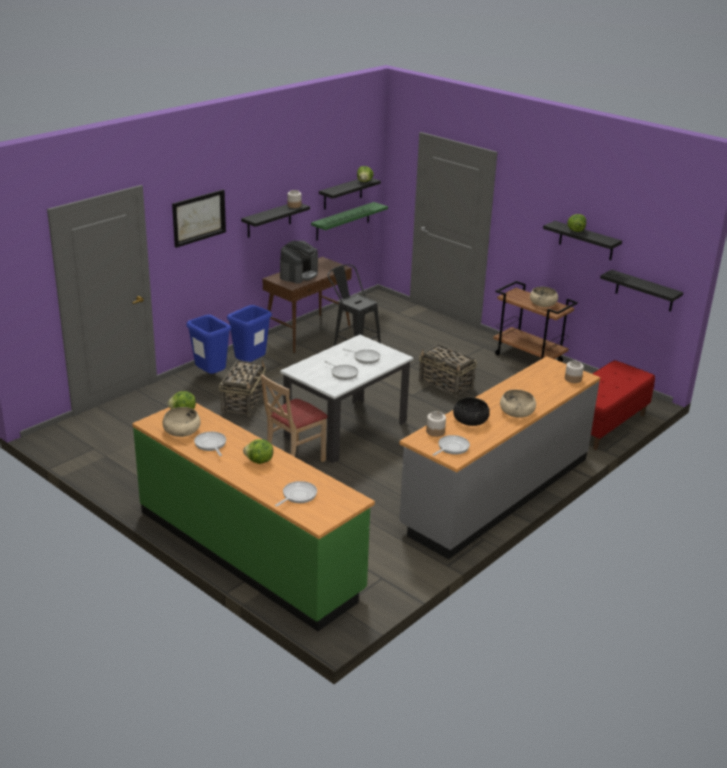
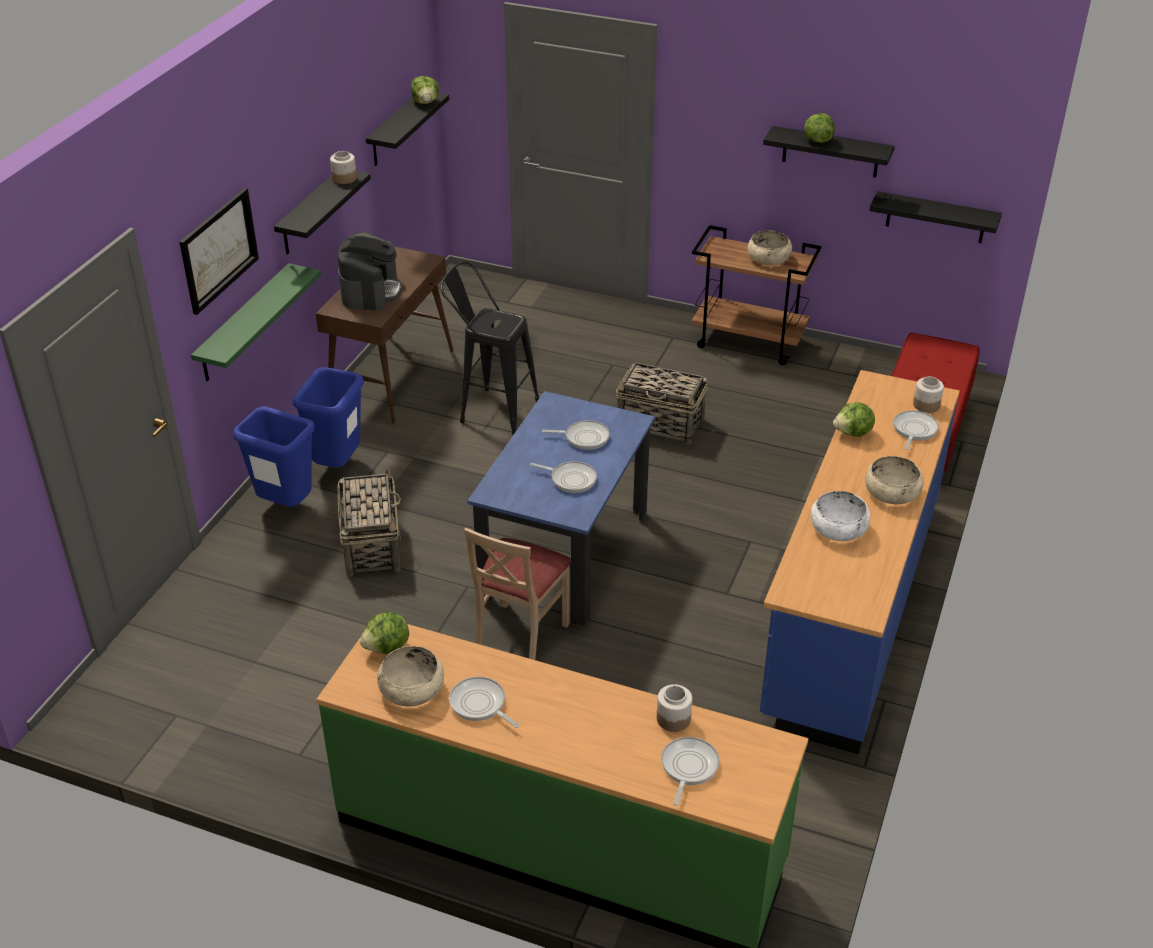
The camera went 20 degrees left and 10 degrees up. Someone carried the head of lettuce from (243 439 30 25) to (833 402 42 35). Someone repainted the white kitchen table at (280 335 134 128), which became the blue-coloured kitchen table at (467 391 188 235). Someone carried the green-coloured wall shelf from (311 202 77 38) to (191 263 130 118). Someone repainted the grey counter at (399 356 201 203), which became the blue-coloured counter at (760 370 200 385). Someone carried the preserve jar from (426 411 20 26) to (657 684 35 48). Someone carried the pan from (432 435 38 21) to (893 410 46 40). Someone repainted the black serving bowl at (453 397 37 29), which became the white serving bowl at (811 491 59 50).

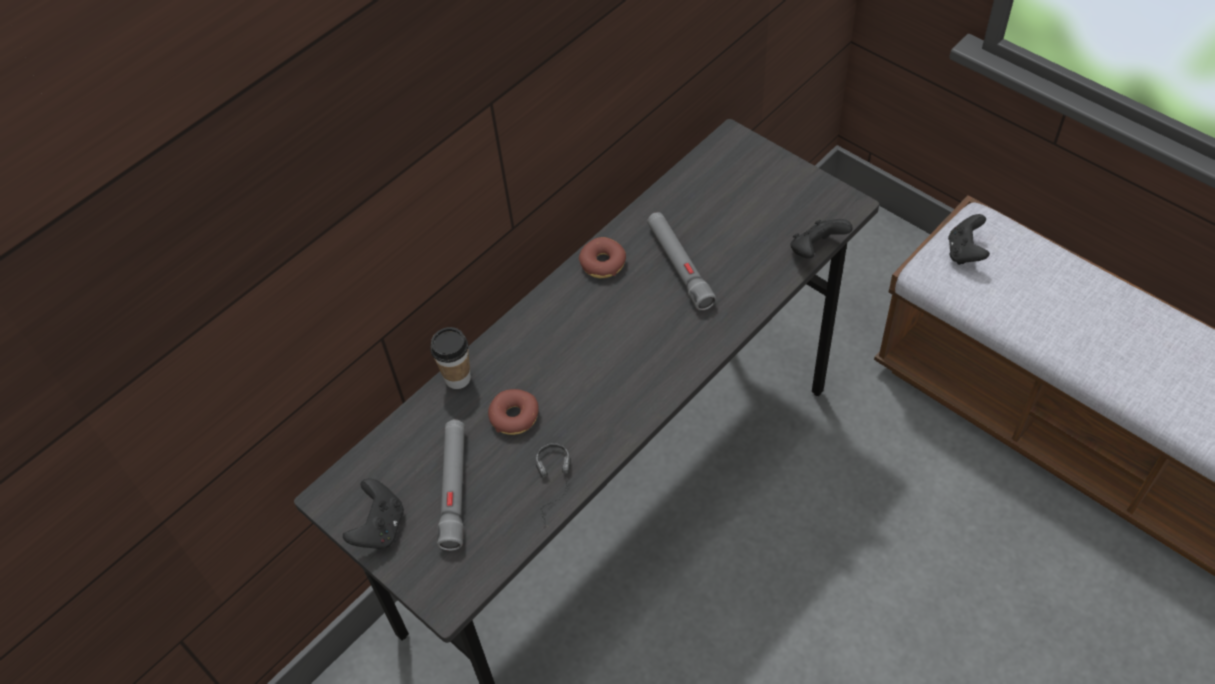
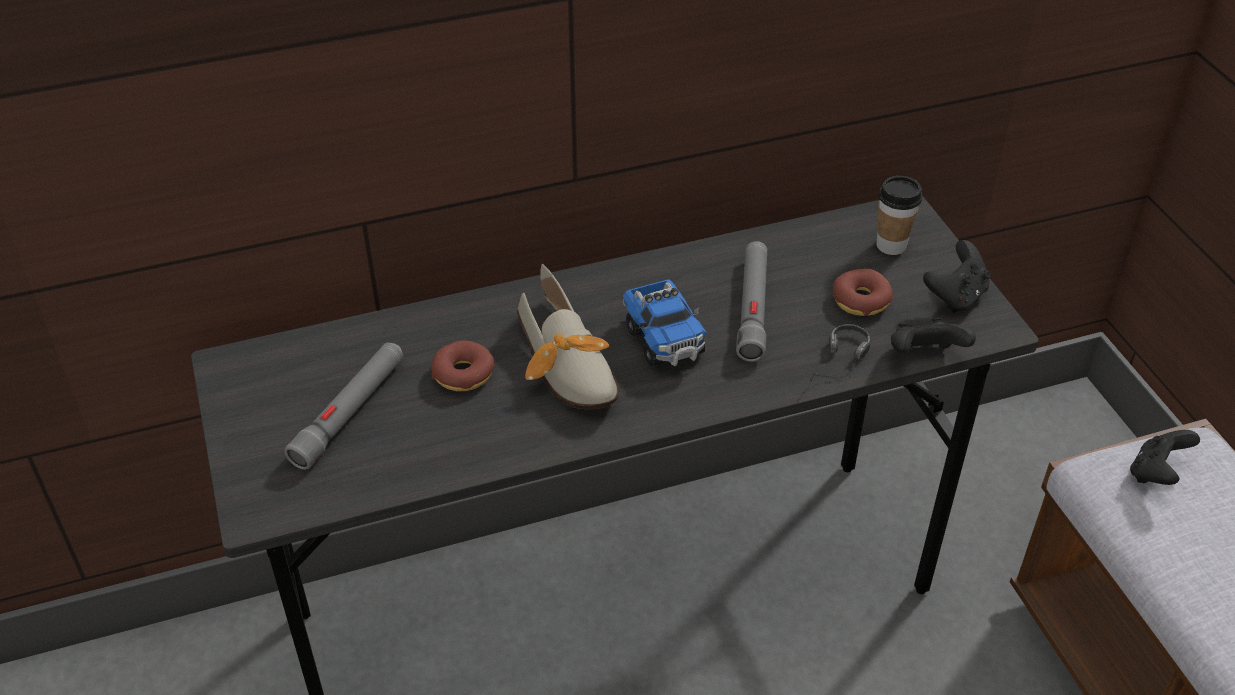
The camera went 25 degrees right and 10 degrees down. Someone carried the black game controller from (343 478 61 71) to (923 240 68 73). Someone carried the small cup from (430 327 41 62) to (877 176 45 79). Someone carried the headphones from (536 443 35 84) to (809 324 61 64). Someone carried the doughnut from (579 237 47 41) to (833 269 60 47). Someone put down the low shoe at (517 263 103 146). Someone put down the model truck at (623 279 83 89).

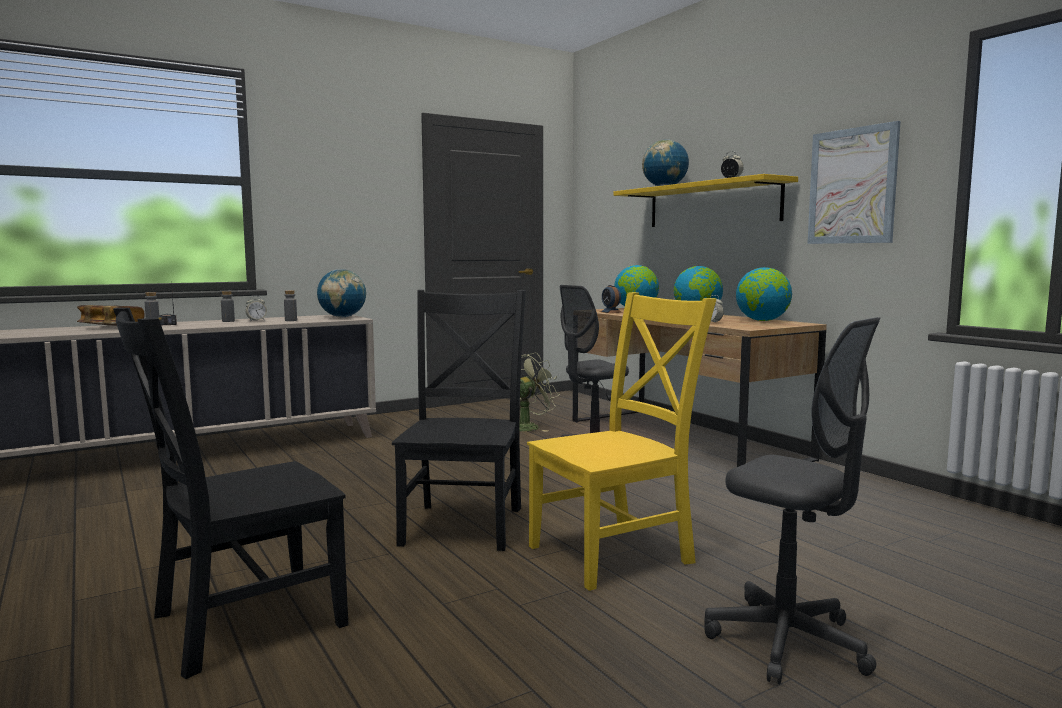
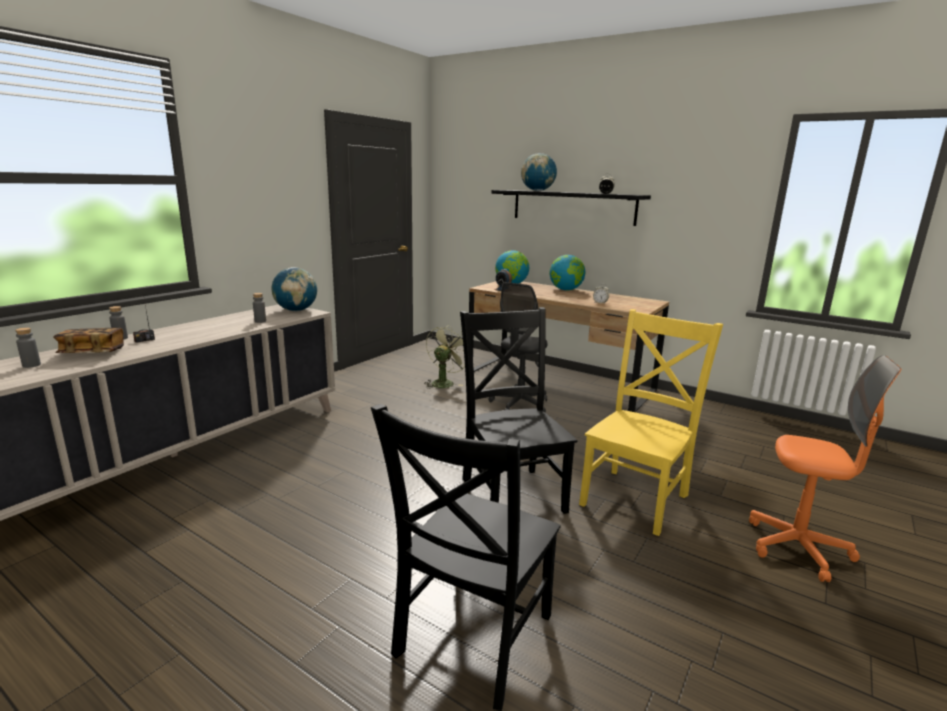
The camera went 25 degrees left and 10 degrees up. Someone carried the grey beverage bottle from (221 291 14 31) to (15 328 26 40). Someone took away the alarm clock at (245 295 22 26). Someone repainted the yellowish wall shelf at (613 174 185 53), which became the black wall shelf at (491 190 160 36). Someone repainted the grey computer chair at (704 317 177 367), which became the orangey computer chair at (749 355 152 227). Someone took away the globe at (736 267 56 54). Someone took away the picture at (807 121 94 123).

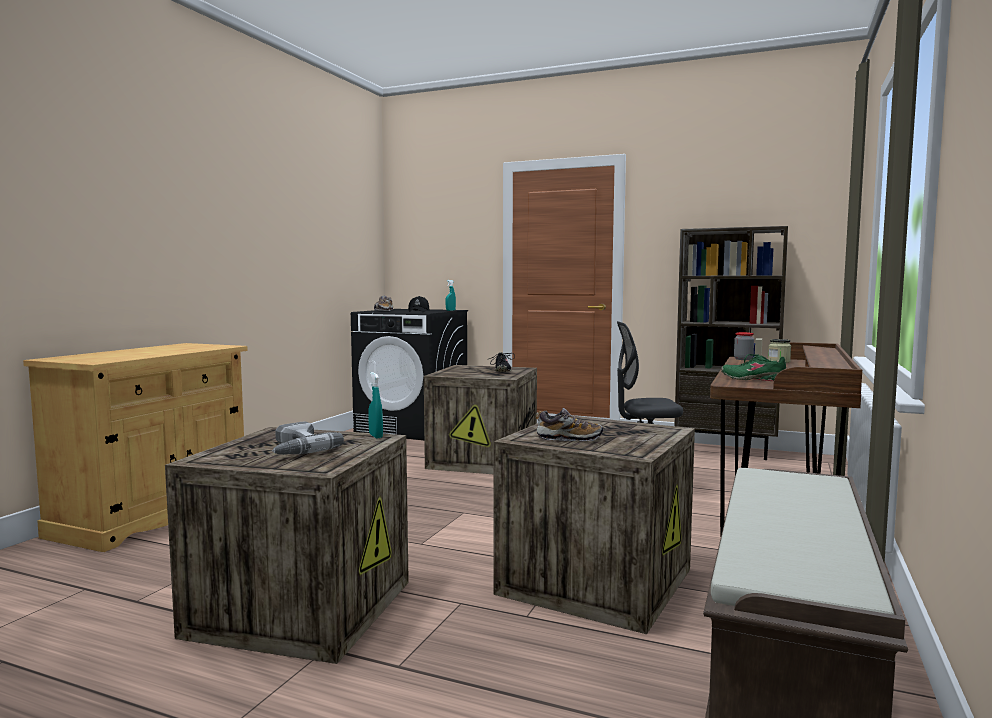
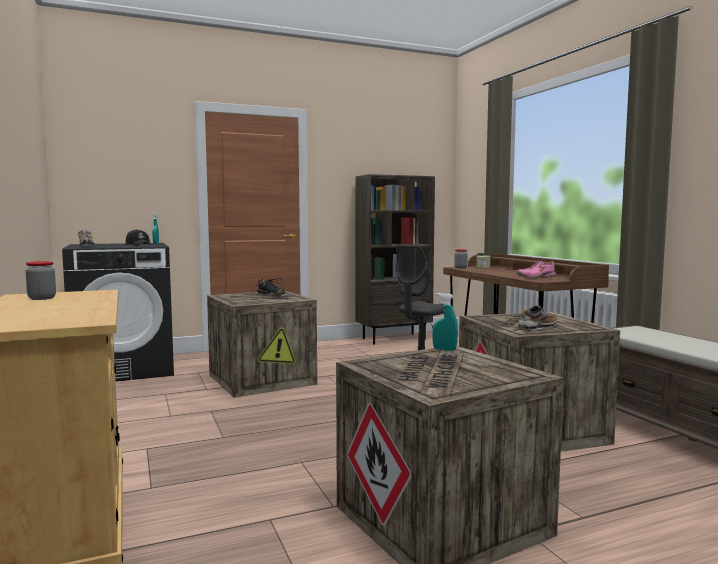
The camera went 45 degrees left and 0 degrees up. Someone took away the electric drill at (272 422 72 33). Someone repainted the green-coloured low shoe at (721 354 65 27), which became the pink low shoe at (517 261 39 17). Someone put down the preserve jar at (26 261 30 39).

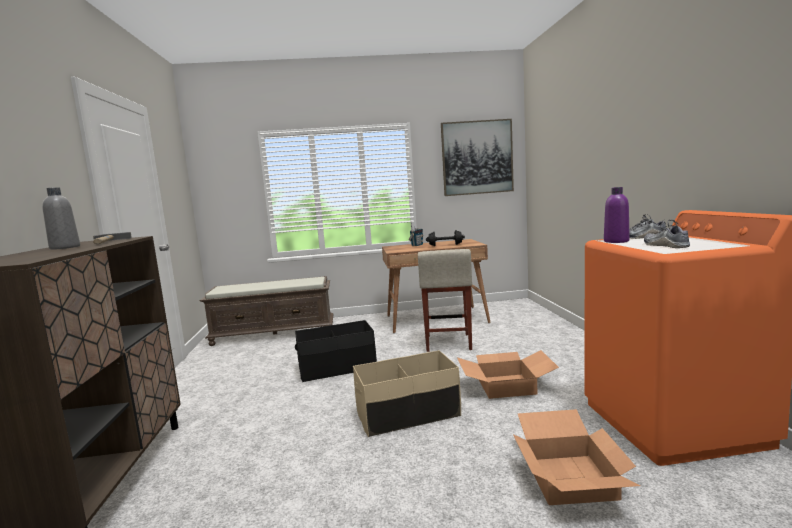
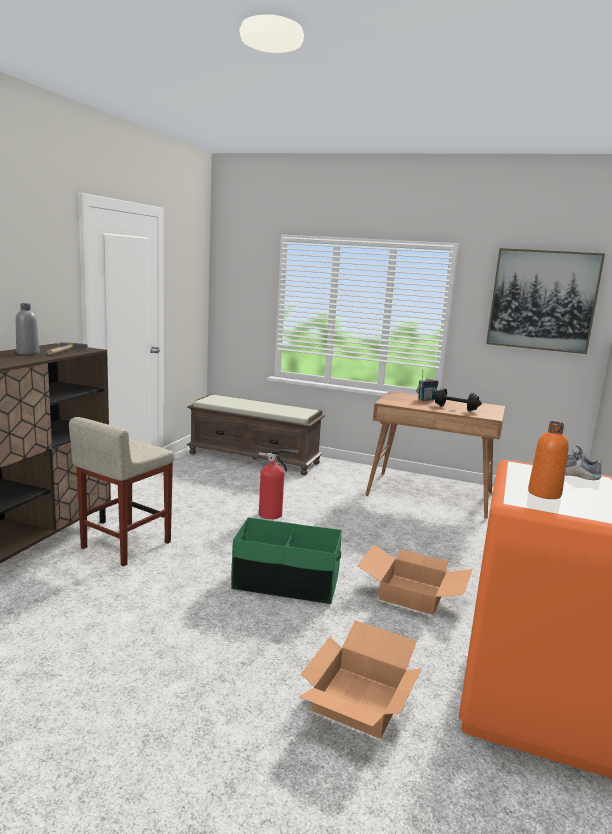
The camera went 25 degrees right and 5 degrees up. Someone swapped the black storage bin at (295 320 82 62) for the extinguisher at (259 449 39 70). Someone repainted the sand-coloured storage bin at (353 350 108 87), which became the green-coloured storage bin at (231 517 111 87). Someone carried the sand-coloured sitting stool from (418 249 54 103) to (69 417 106 149). Someone took away the purple-coloured beverage bottle at (604 187 26 56). Someone swapped the low shoe at (644 220 46 28) for the orangey beverage bottle at (528 421 41 78).

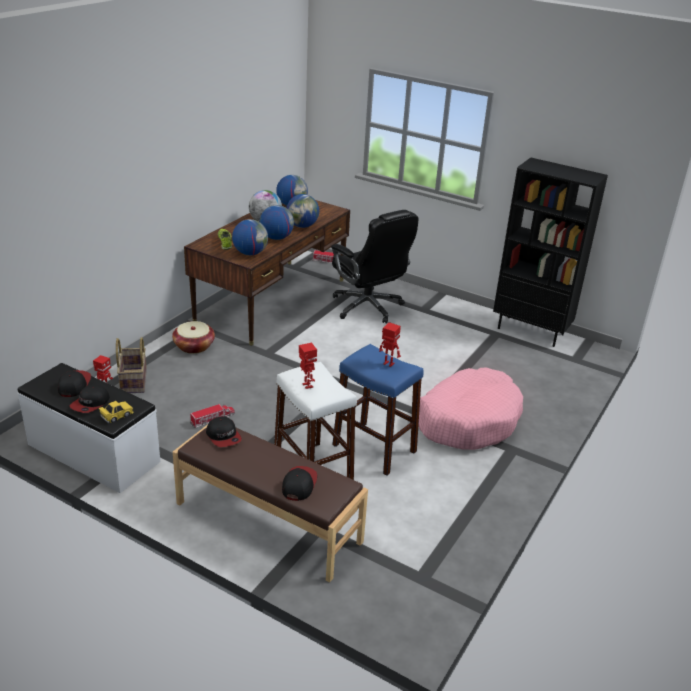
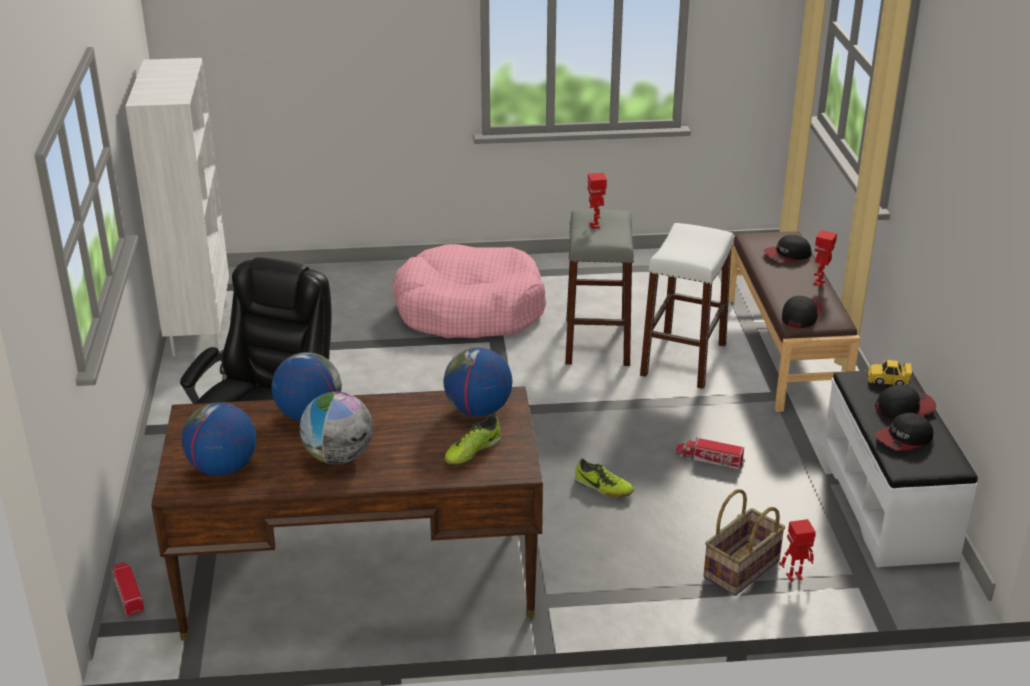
The camera went 125 degrees left and 0 degrees up. Someone took away the household basket at (172 321 43 33). Someone took away the globe at (260 205 34 35). Someone carried the toy robot from (299 343 18 46) to (813 230 24 56). Someone repainted the blue-coloured sitting stool at (332 344 92 132), which became the grey sitting stool at (565 210 69 156). Someone repainted the black shelving unit at (493 158 115 189), which became the white shelving unit at (125 58 104 298). Someone put down the low shoe at (575 458 59 39).

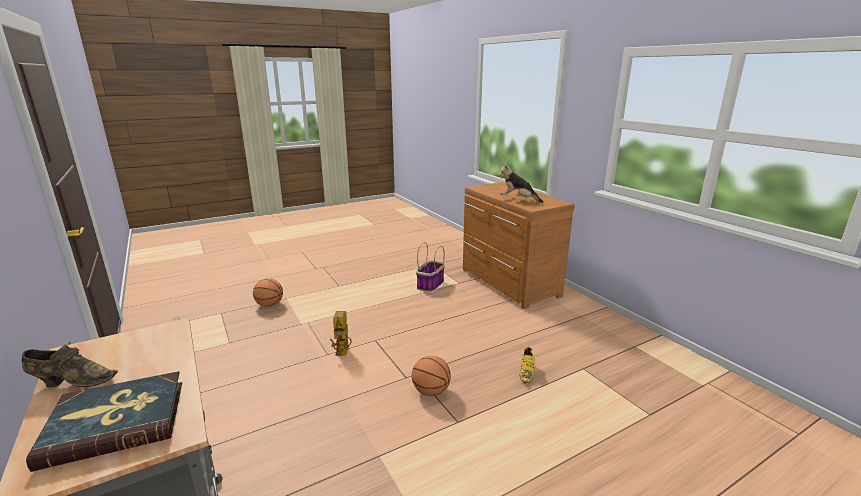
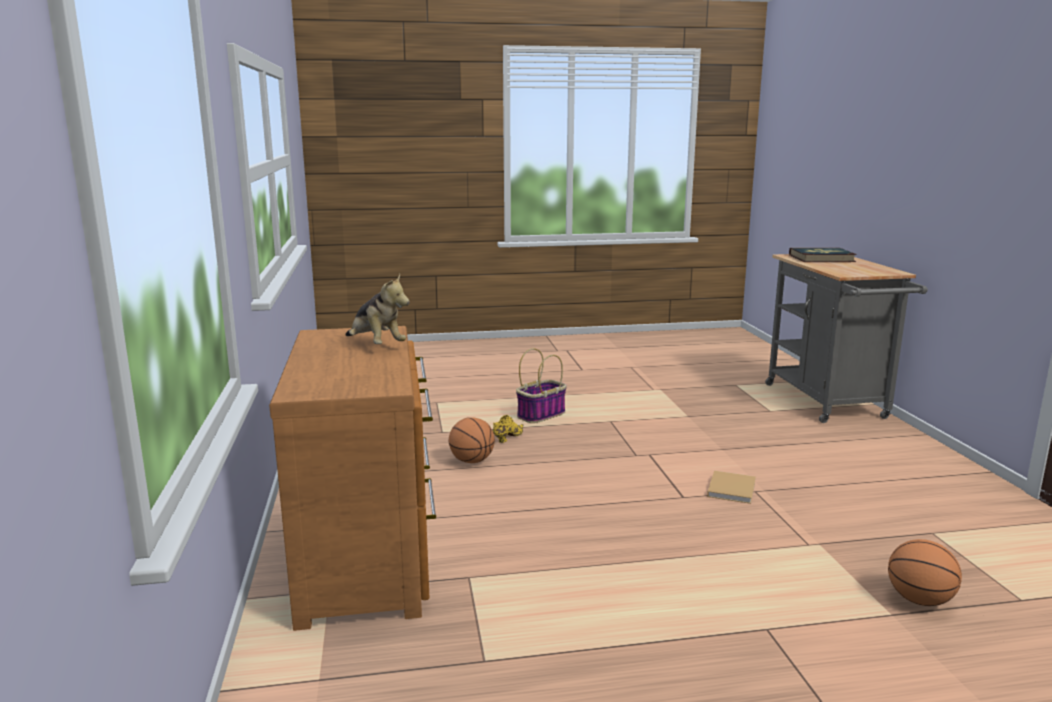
The camera went 160 degrees left and 5 degrees down. Someone took away the brown low shoe at (21 345 97 42). Someone swapped the toy robot at (330 311 22 45) for the sand-coloured volume at (707 471 49 33). Someone carried the ball for basketball from (412 356 39 40) to (449 417 46 46). Someone carried the household basket from (416 242 29 50) to (516 348 51 75).

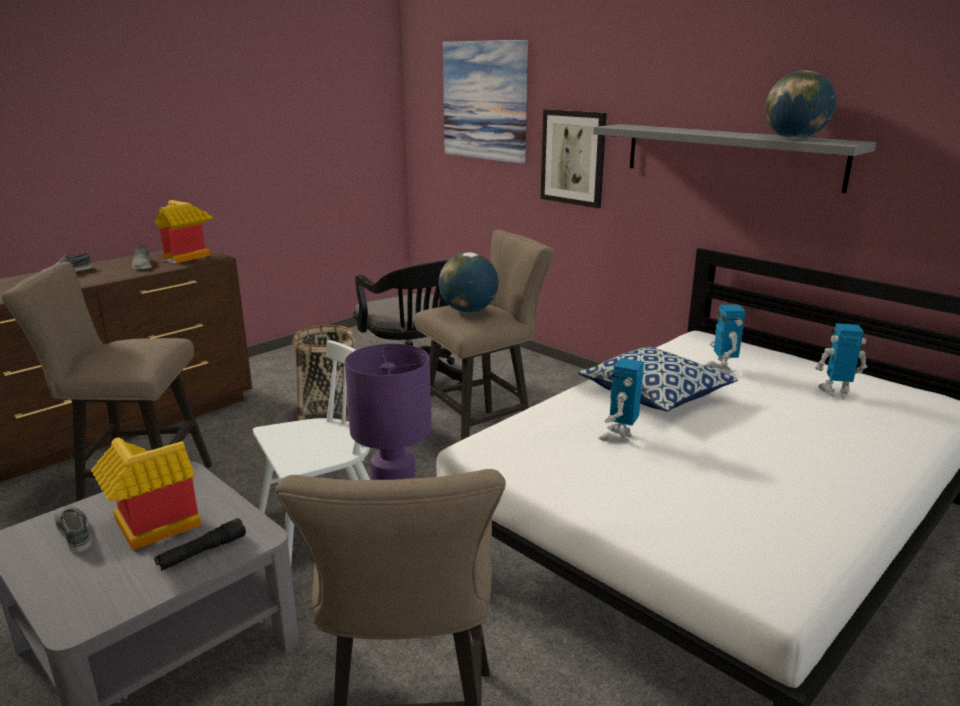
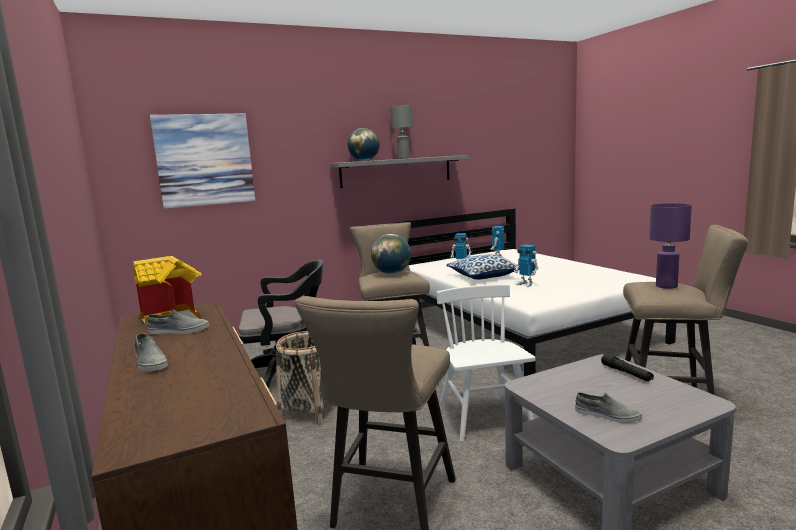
The camera went 70 degrees left and 10 degrees down. Someone rotated the grey low shoe at (54 506 37 46) by 135 degrees counterclockwise. Someone took away the model house at (91 437 110 113). Someone took away the picture at (541 109 66 99). Someone carried the globe from (765 71 71 68) to (348 128 32 33). Someone put down the grey tabletop lamp at (390 105 23 54).

